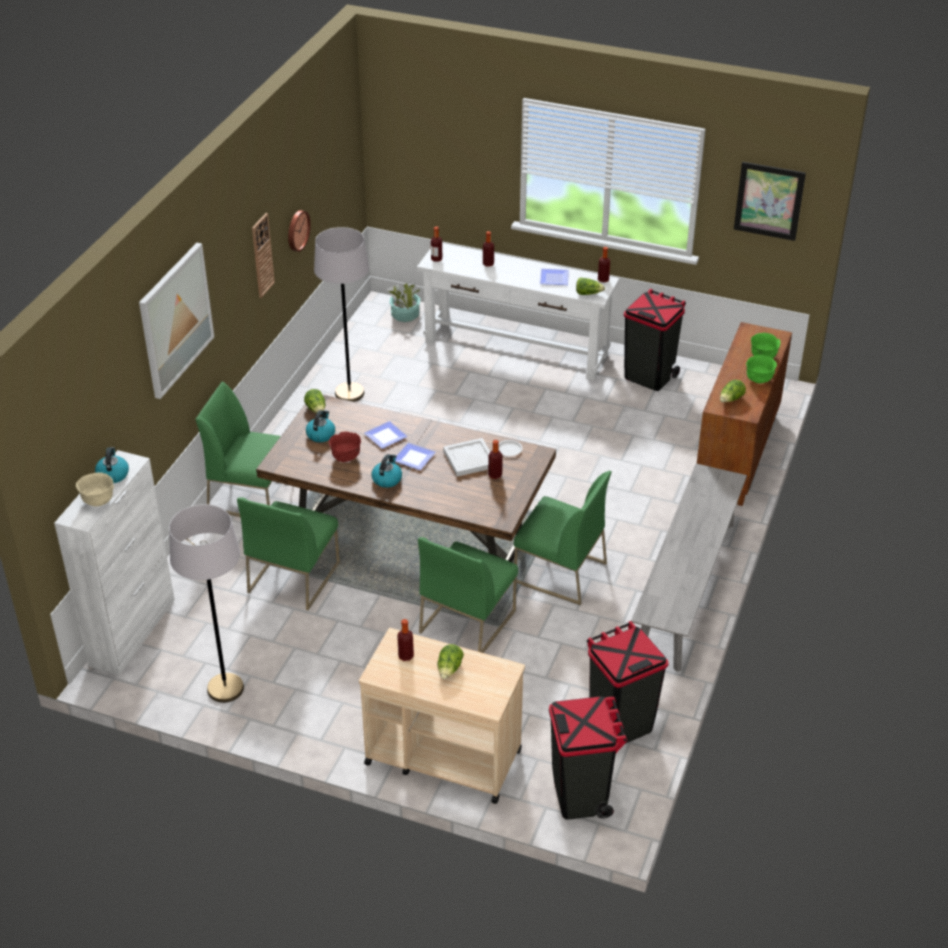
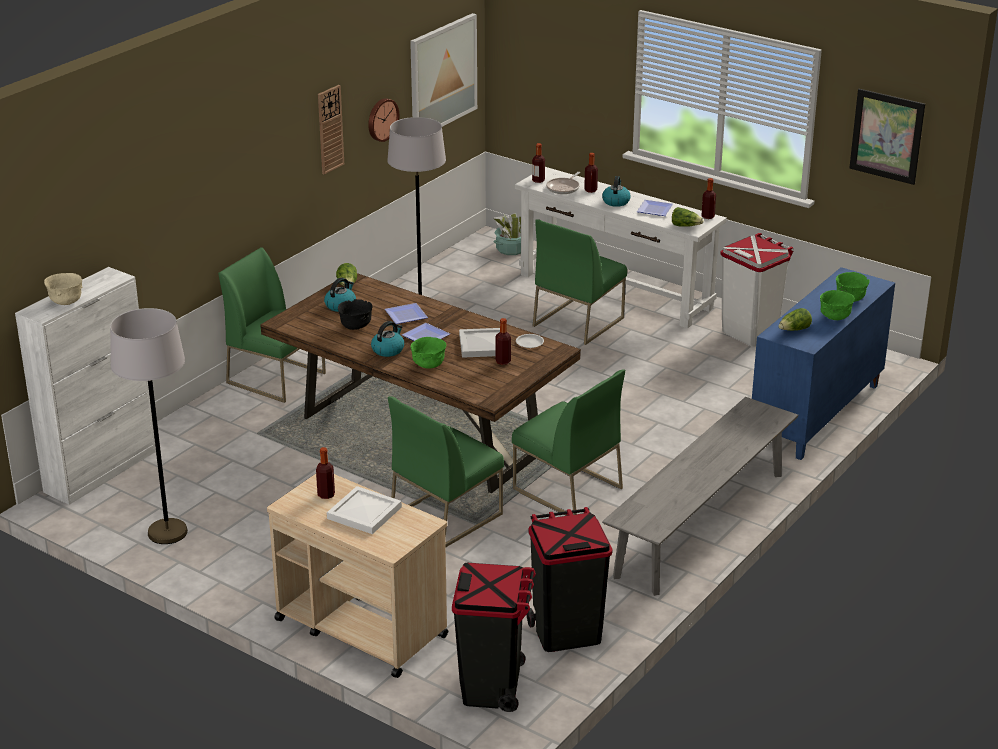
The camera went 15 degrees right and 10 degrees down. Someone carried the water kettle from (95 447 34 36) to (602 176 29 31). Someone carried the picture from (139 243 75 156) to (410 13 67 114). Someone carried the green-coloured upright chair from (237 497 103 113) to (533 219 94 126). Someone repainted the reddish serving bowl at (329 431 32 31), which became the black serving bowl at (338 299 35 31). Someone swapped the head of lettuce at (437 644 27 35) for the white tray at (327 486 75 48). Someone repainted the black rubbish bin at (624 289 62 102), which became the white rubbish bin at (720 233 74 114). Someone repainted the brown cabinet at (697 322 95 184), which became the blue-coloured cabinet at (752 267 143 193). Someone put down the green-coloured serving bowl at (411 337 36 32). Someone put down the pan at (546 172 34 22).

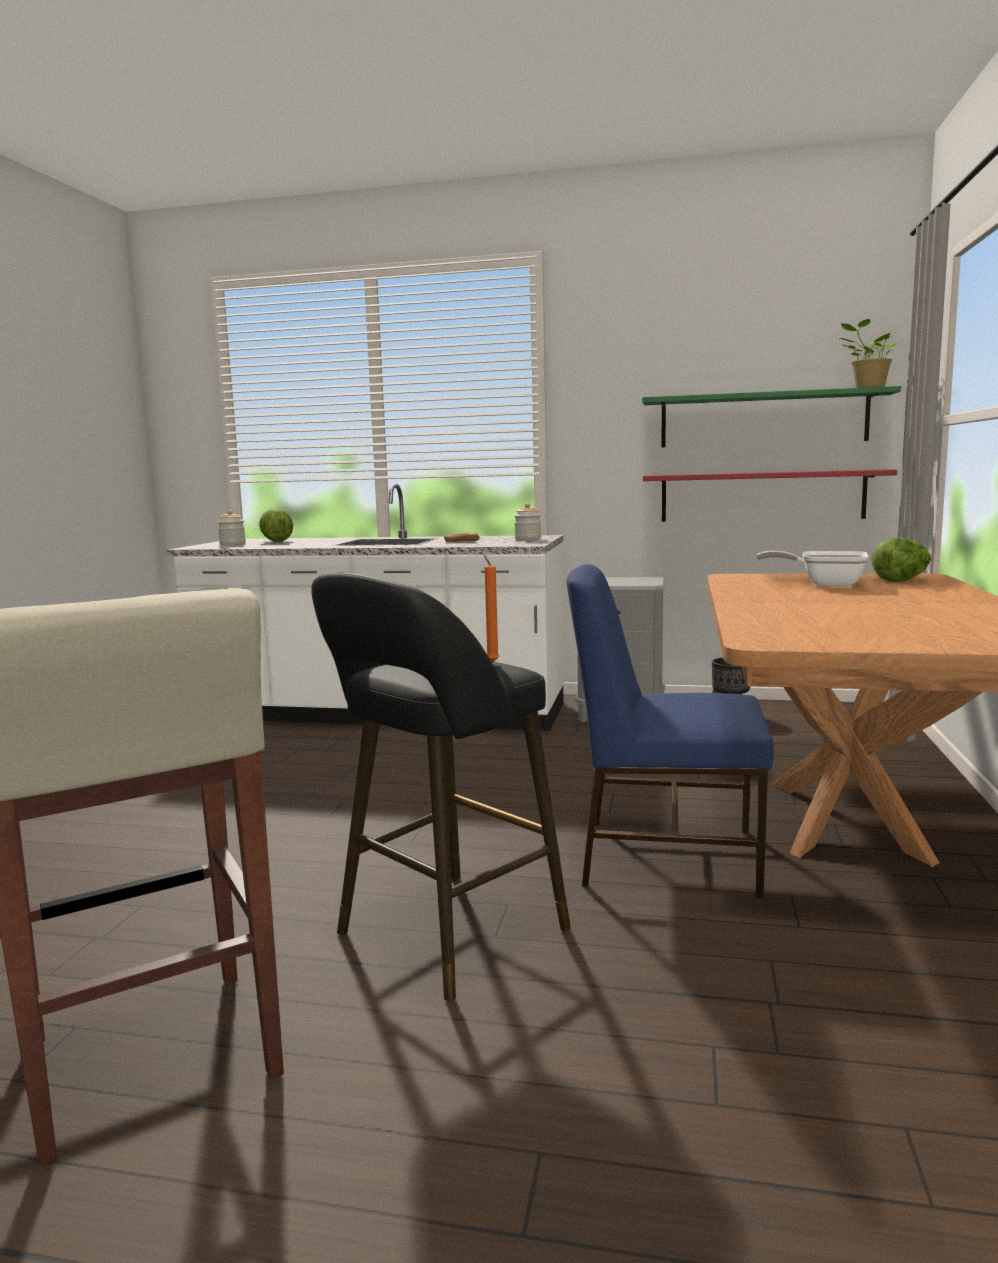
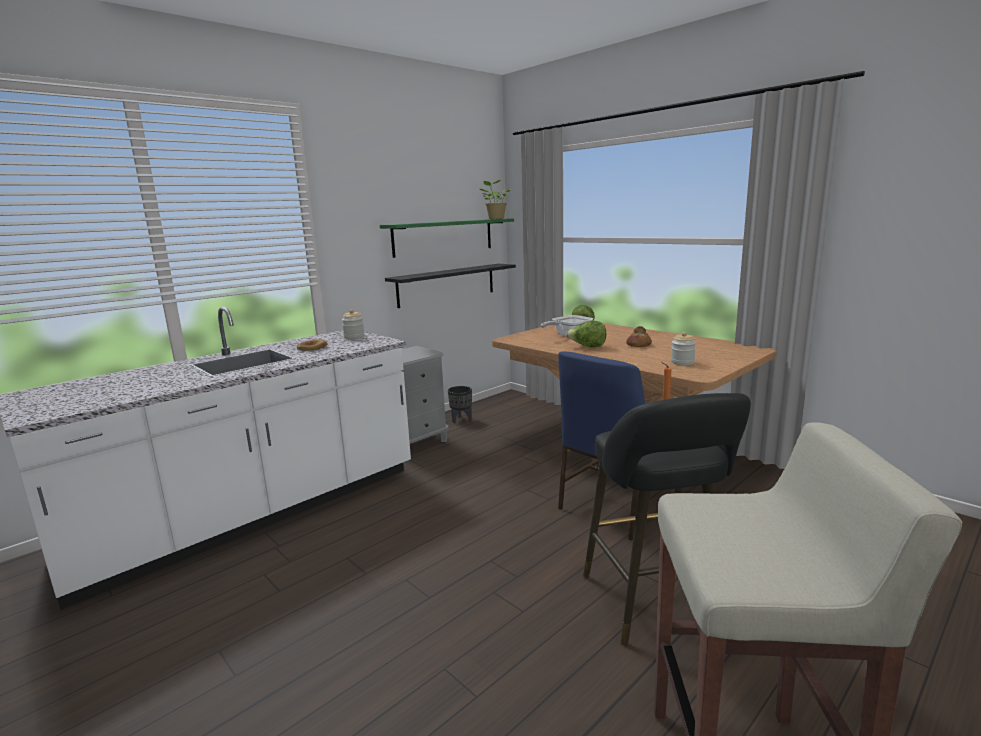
The camera went 55 degrees left and 5 degrees up. Someone carried the preserve jar from (218 510 28 35) to (671 332 25 33). Someone carried the head of lettuce from (259 509 34 33) to (566 321 41 26). Someone repainted the reddish wall shelf at (643 469 254 53), which became the black wall shelf at (385 264 131 44). Someone put down the baked bread at (626 326 26 21).

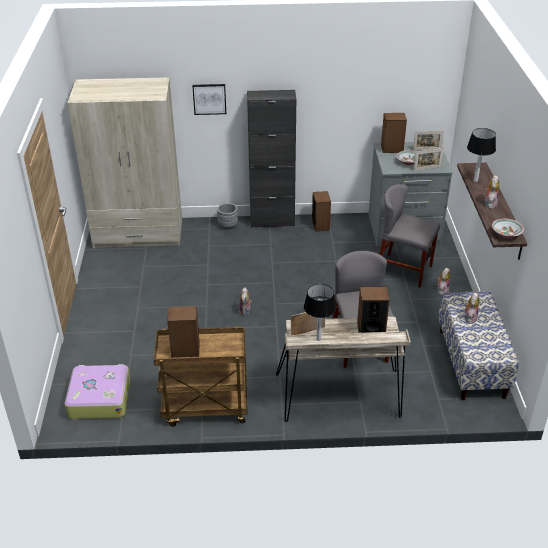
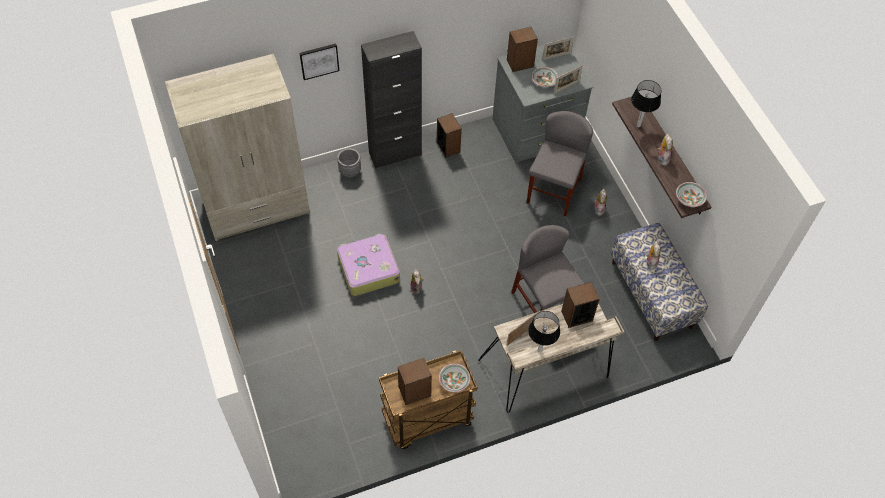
The camera went 20 degrees left and 20 degrees up. Someone carried the travel case from (65 364 65 55) to (337 234 63 62). Someone rotated the grey upright chair at (380 184 60 104) by 105 degrees clockwise. Someone put down the serving bowl at (439 363 31 29).

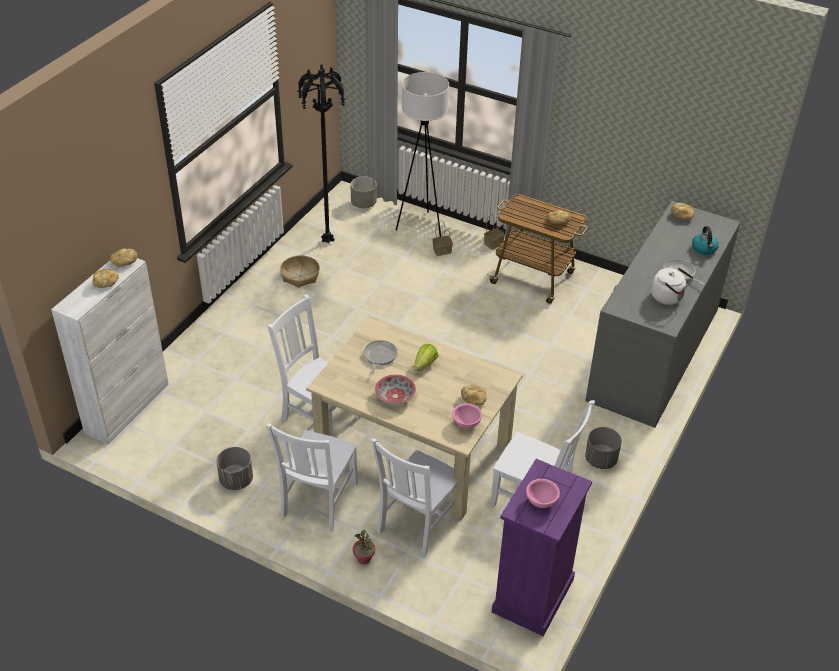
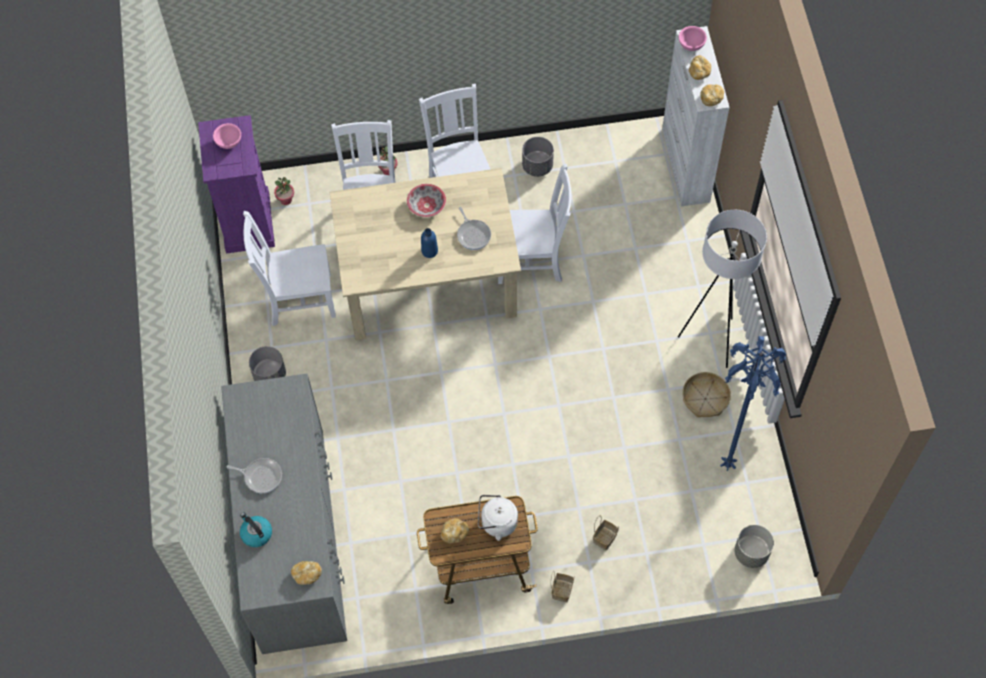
The camera went 145 degrees right and 20 degrees up. Someone repainted the black standing lamp at (297 64 49 179), which became the blue-coloured standing lamp at (720 336 66 135). Someone carried the white standing lamp from (396 72 53 165) to (678 210 89 158). Someone swapped the head of lettuce at (414 344 24 27) for the blue-coloured beverage bottle at (421 228 17 30). Someone carried the pink serving bowl from (452 403 30 26) to (679 26 28 25). Someone took away the baked bread at (461 385 26 21). Someone carried the white water kettle from (651 268 43 37) to (478 495 40 46). Someone put down the houseplant at (274 177 20 28).

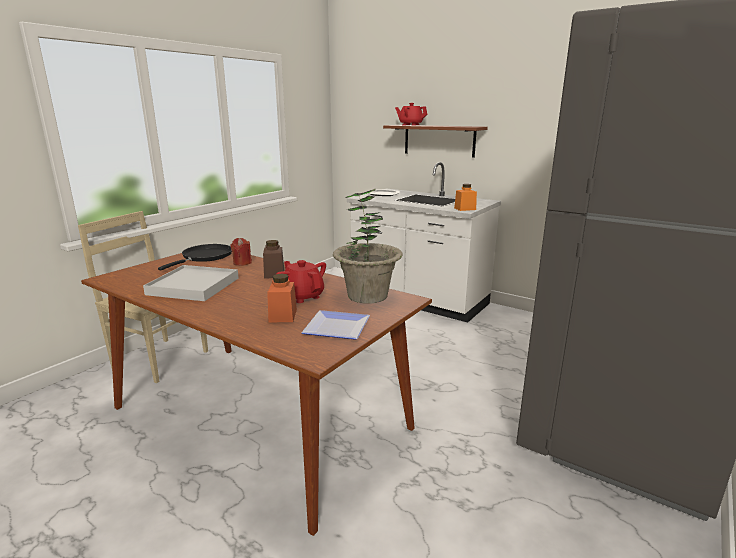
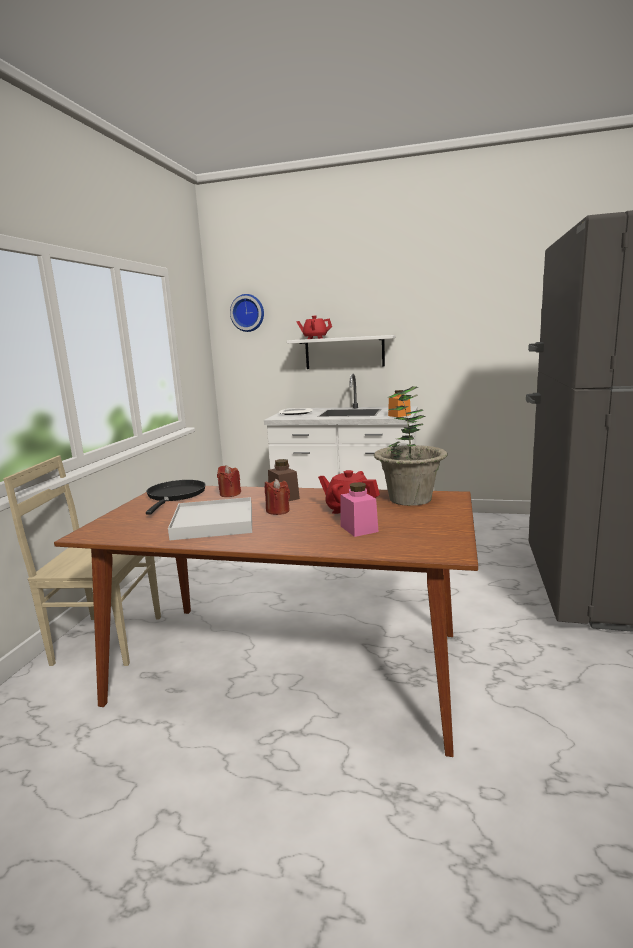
The camera went 20 degrees left and 5 degrees down. Someone repainted the orangey preserve jar at (267 274 30 48), which became the pink preserve jar at (340 482 38 55). Someone took away the flat dish at (301 310 69 30). Someone repainted the brown wall shelf at (383 125 105 33), which became the white wall shelf at (287 335 109 34). Someone put up the clock on the wall at (230 294 34 38). Someone put down the reddish wax candle at (265 479 25 36).

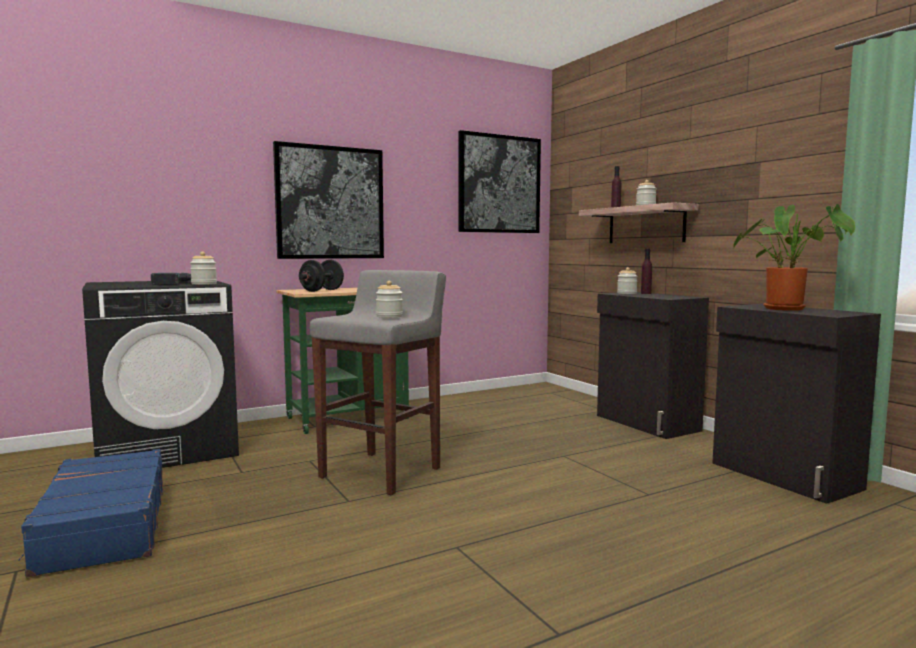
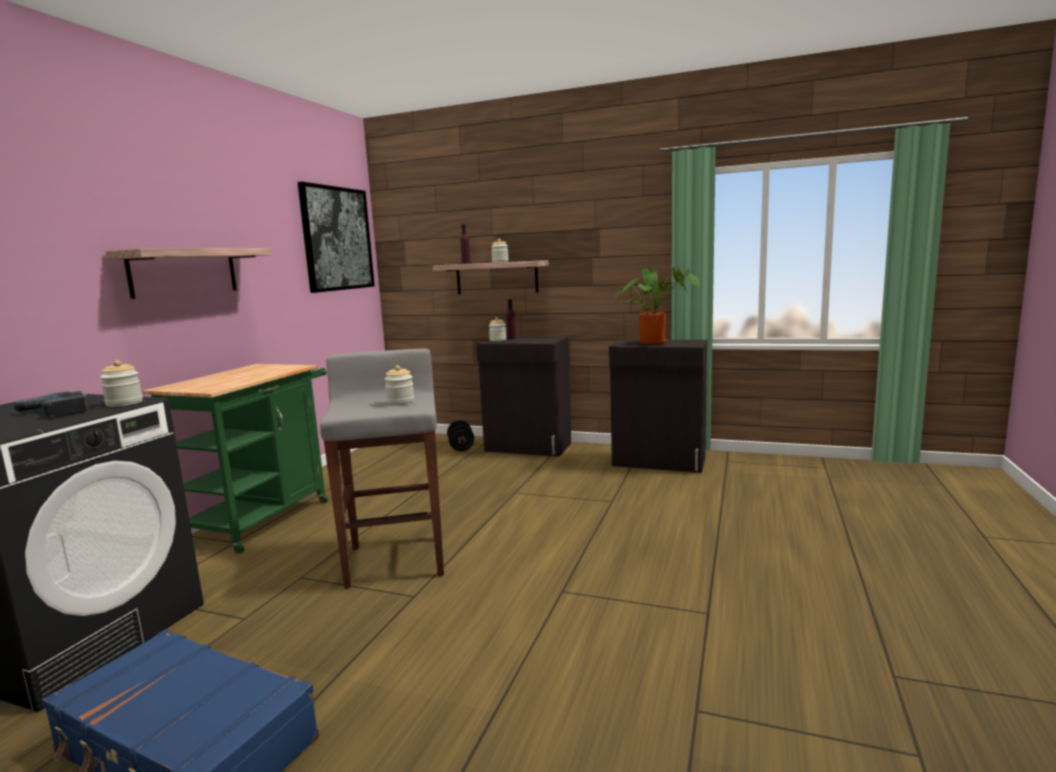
The camera went 40 degrees left and 5 degrees up. Someone swapped the picture at (273 141 111 118) for the wall shelf at (105 248 167 51). Someone carried the black free weight from (299 260 45 32) to (447 420 27 31).

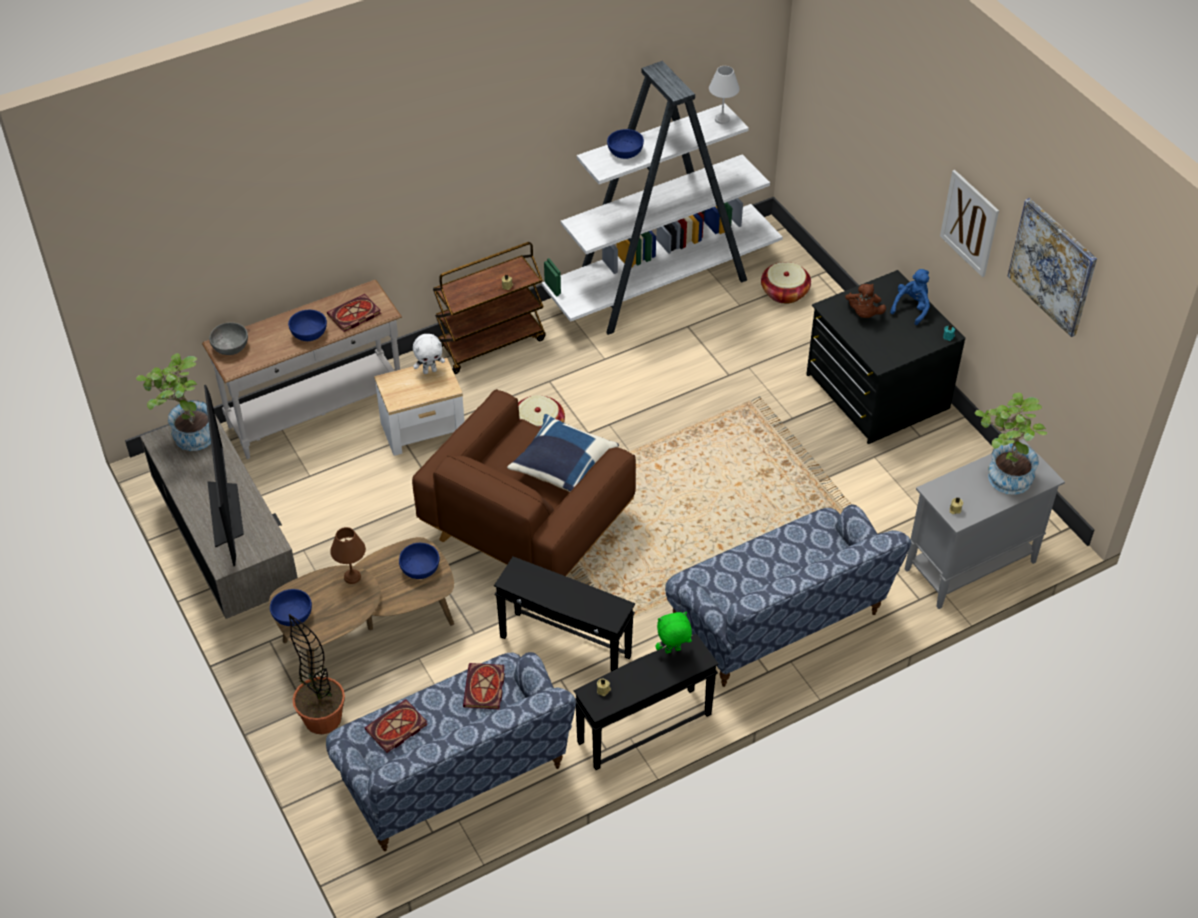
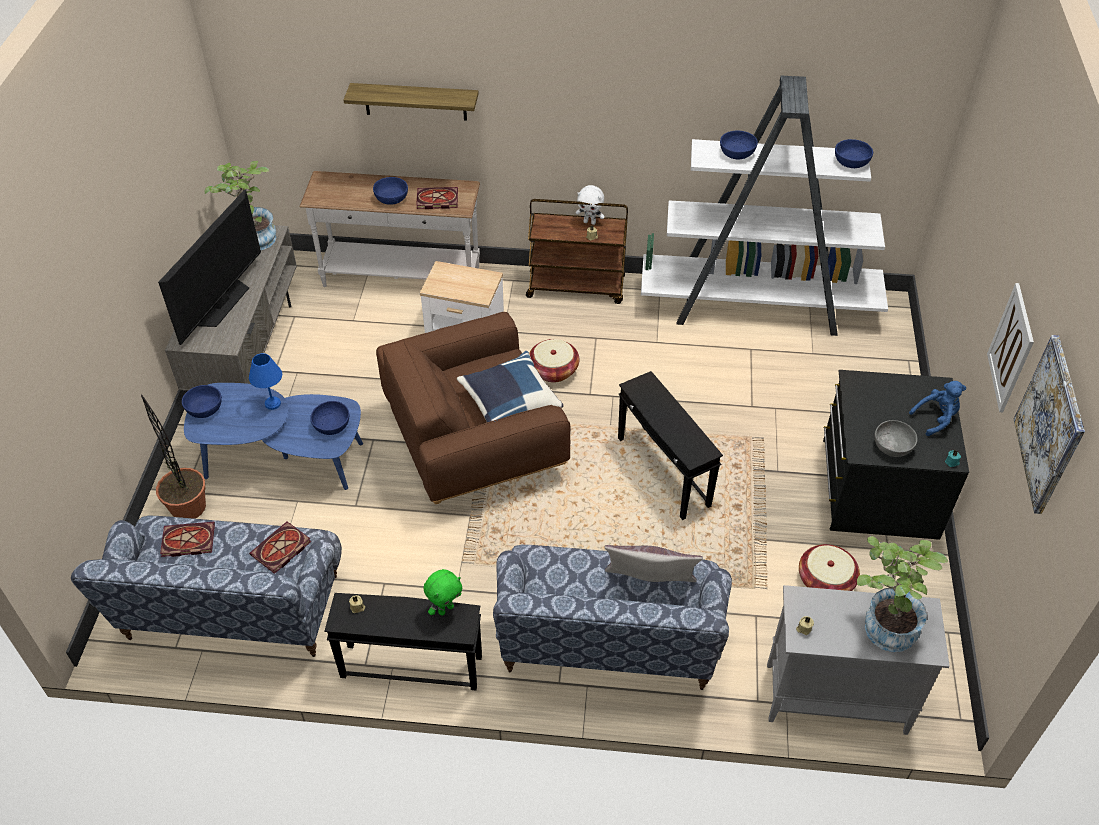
The camera went 35 degrees right and 0 degrees up. Someone carried the grey serving bowl from (209 322 39 33) to (874 420 43 37). Someone repainted the brown coffee table at (269 537 185 138), which became the blue-coloured coffee table at (184 383 179 107). Someone repainted the brown tabletop lamp at (330 527 36 57), which became the blue-coloured tabletop lamp at (249 353 33 57). Someone carried the white soft toy from (413 334 32 40) to (576 185 29 40). Someone carried the black accent table from (494 556 141 116) to (618 371 105 149). Someone rotated the green-coloured soft toy at (655 612 37 42) by 120 degrees clockwise. Someone swapped the white tabletop lamp at (709 66 31 58) for the blue-coloured serving bowl at (835 139 38 29). Someone carried the household basket from (761 262 50 42) to (799 544 61 47). Someone took away the brown soft toy at (845 284 41 34). Someone put up the wall shelf at (344 83 135 38). Someone put down the grey throw pillow at (605 545 98 37).

